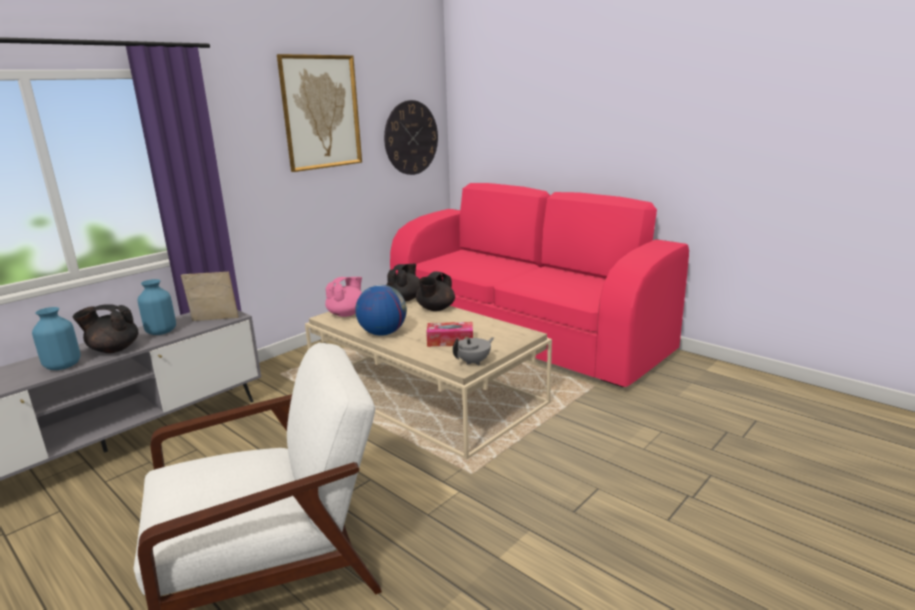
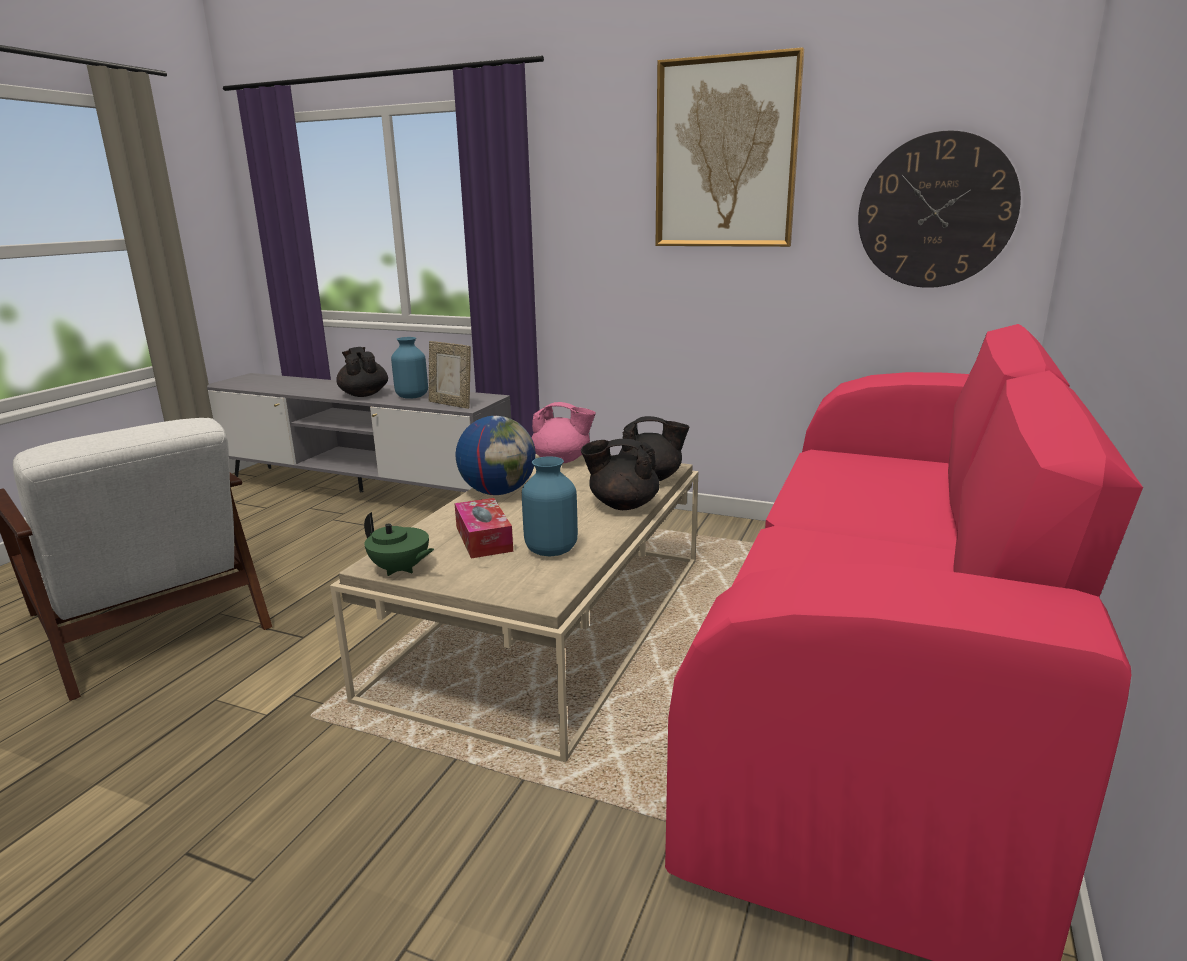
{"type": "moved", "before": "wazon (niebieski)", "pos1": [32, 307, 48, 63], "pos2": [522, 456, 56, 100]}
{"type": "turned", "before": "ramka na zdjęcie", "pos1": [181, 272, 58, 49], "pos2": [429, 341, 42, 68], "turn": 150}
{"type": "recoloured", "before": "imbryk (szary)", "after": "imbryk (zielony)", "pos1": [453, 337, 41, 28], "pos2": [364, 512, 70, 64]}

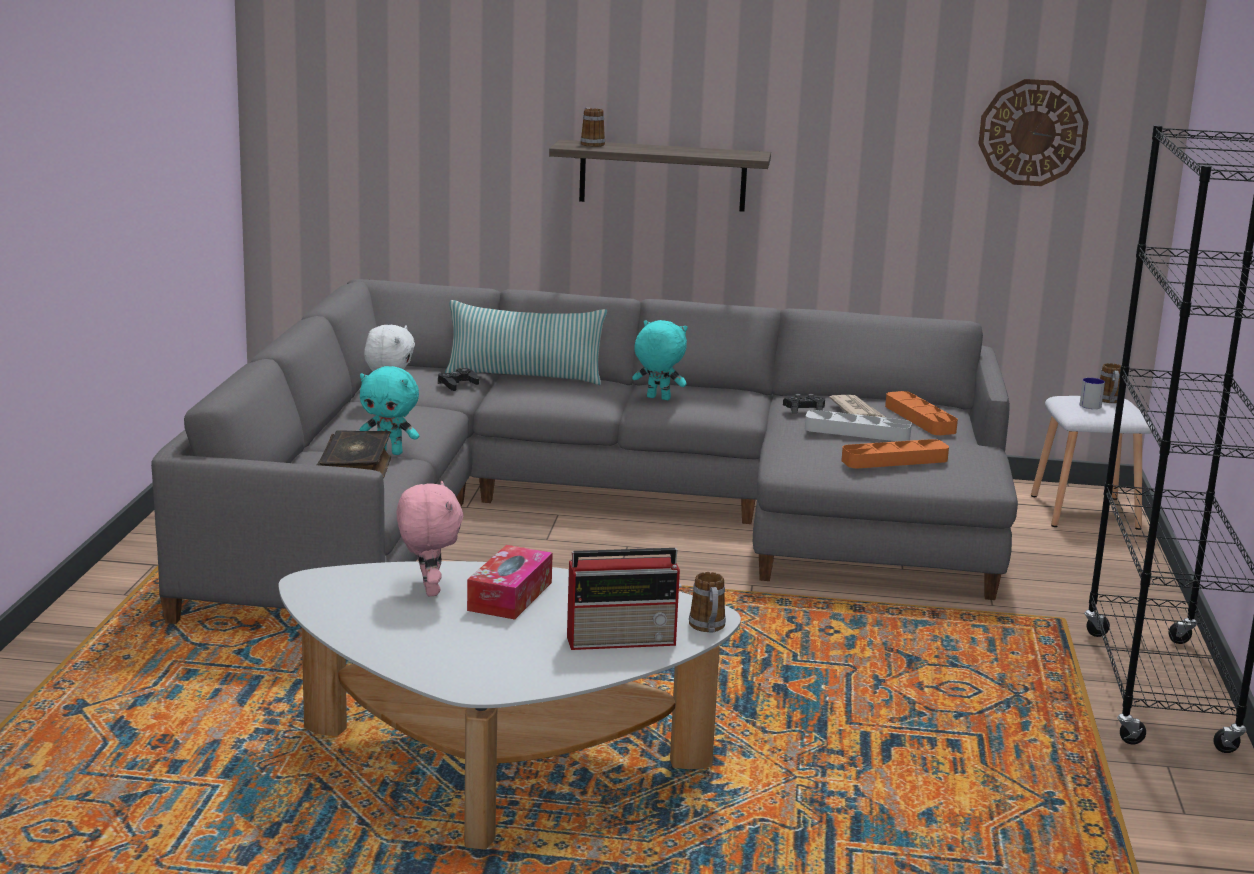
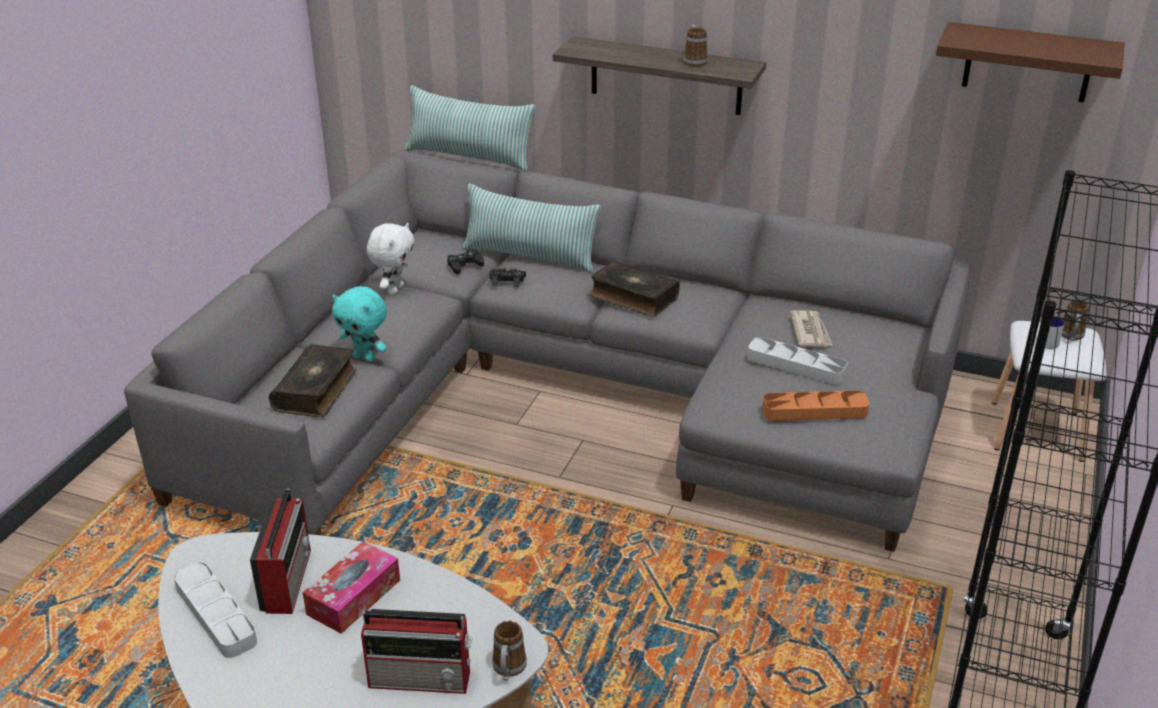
{"type": "replaced", "before": "pluszak (różowy)", "after": "radio", "pos1": [396, 481, 67, 115], "pos2": [250, 489, 61, 125]}
{"type": "moved", "before": "kubek", "pos1": [581, 108, 24, 39], "pos2": [683, 25, 25, 42]}
{"type": "replaced", "before": "pluszak (turkusowy)", "after": "książka", "pos1": [632, 320, 55, 80], "pos2": [590, 260, 90, 57]}
{"type": "moved", "before": "pad do gier (czarny)", "pos1": [783, 394, 42, 19], "pos2": [490, 267, 36, 20]}
{"type": "removed", "before": "taca (pomarańczowy)", "pos1": [885, 391, 73, 44]}
{"type": "replaced", "before": "zegar ścienny", "after": "półka (brązowy)", "pos1": [978, 79, 111, 107], "pos2": [936, 22, 189, 80]}
{"type": "added", "after": "taca (szary)", "pos2": [174, 562, 83, 96]}
{"type": "added", "after": "poduszka", "pos2": [405, 85, 131, 87]}

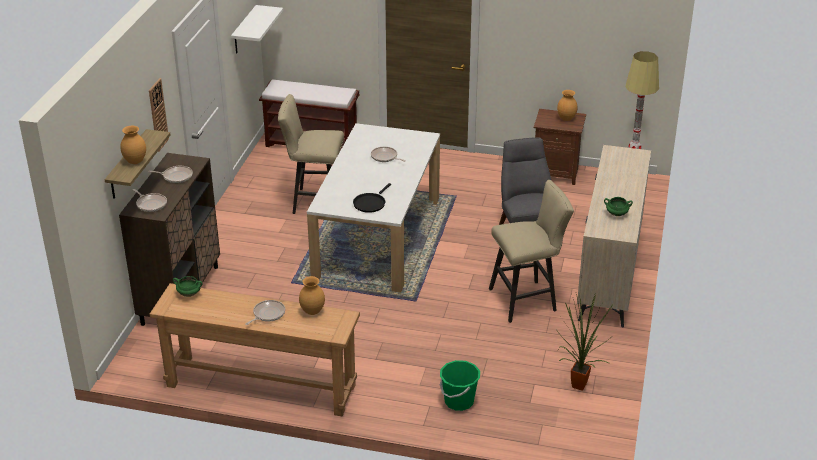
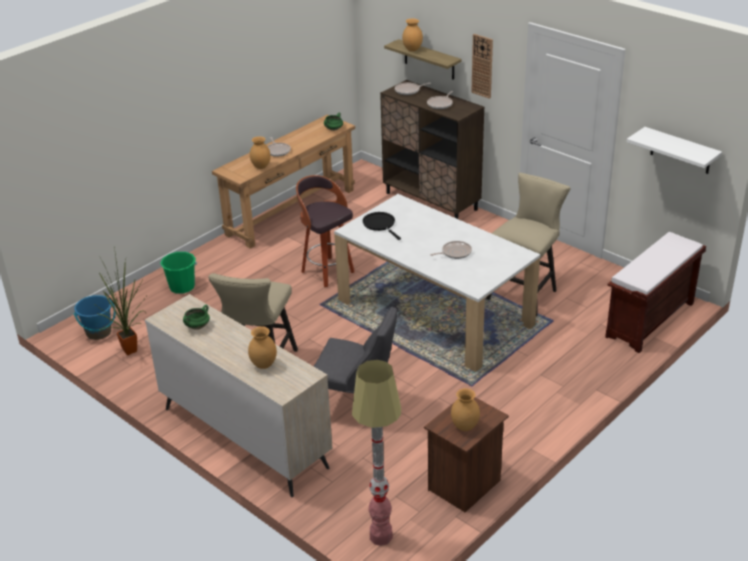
{"type": "added", "after": "wiadro (niebieski)", "pos2": [73, 295, 43, 45]}
{"type": "added", "after": "wazon (brązowy)", "pos2": [248, 326, 29, 43]}
{"type": "added", "after": "stołek", "pos2": [296, 175, 58, 112]}

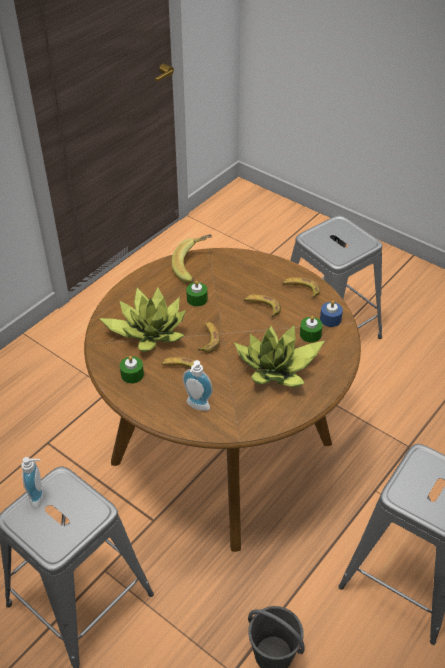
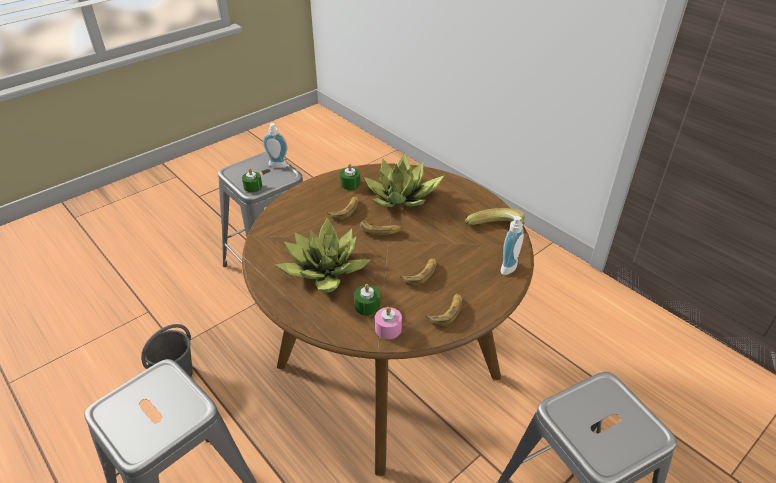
{"type": "moved", "before": "dozownik mydła", "pos1": [183, 360, 30, 51], "pos2": [501, 213, 23, 62]}
{"type": "moved", "before": "świeca (zielony)", "pos1": [186, 280, 22, 27], "pos2": [242, 168, 20, 24]}
{"type": "recoloured", "before": "świeca (niebieski)", "after": "świeca (różowy)", "pos1": [320, 301, 23, 26], "pos2": [375, 307, 27, 32]}

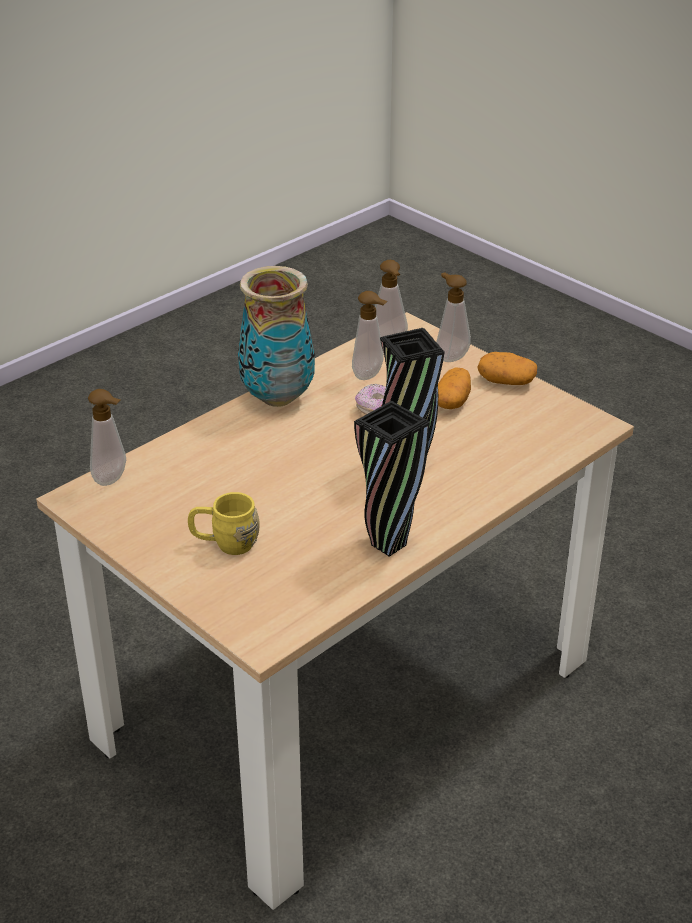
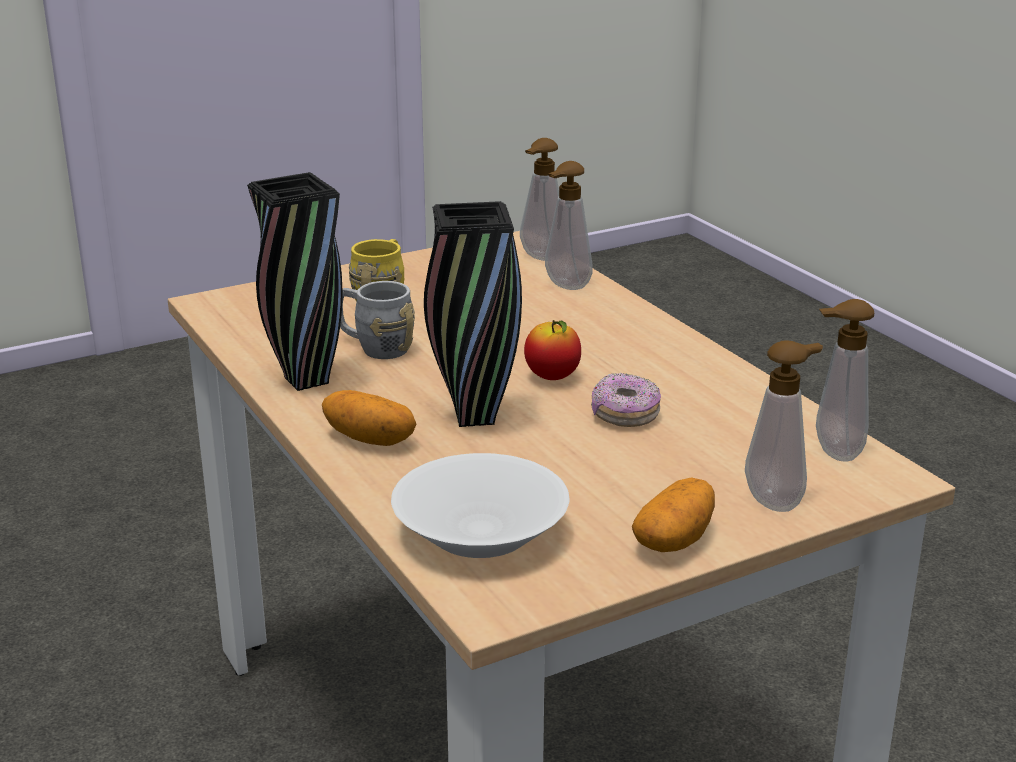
{"type": "removed", "before": "wazon", "pos1": [238, 266, 77, 141]}
{"type": "moved", "before": "dozownik mydła", "pos1": [352, 291, 35, 89], "pos2": [545, 161, 47, 129]}
{"type": "moved", "before": "ziemniak", "pos1": [438, 367, 33, 42], "pos2": [322, 390, 95, 56]}
{"type": "added", "after": "kubek (szary)", "pos2": [340, 281, 75, 78]}
{"type": "added", "after": "miska (biały)", "pos2": [391, 453, 178, 105]}
{"type": "added", "after": "jabłko", "pos2": [524, 320, 57, 60]}

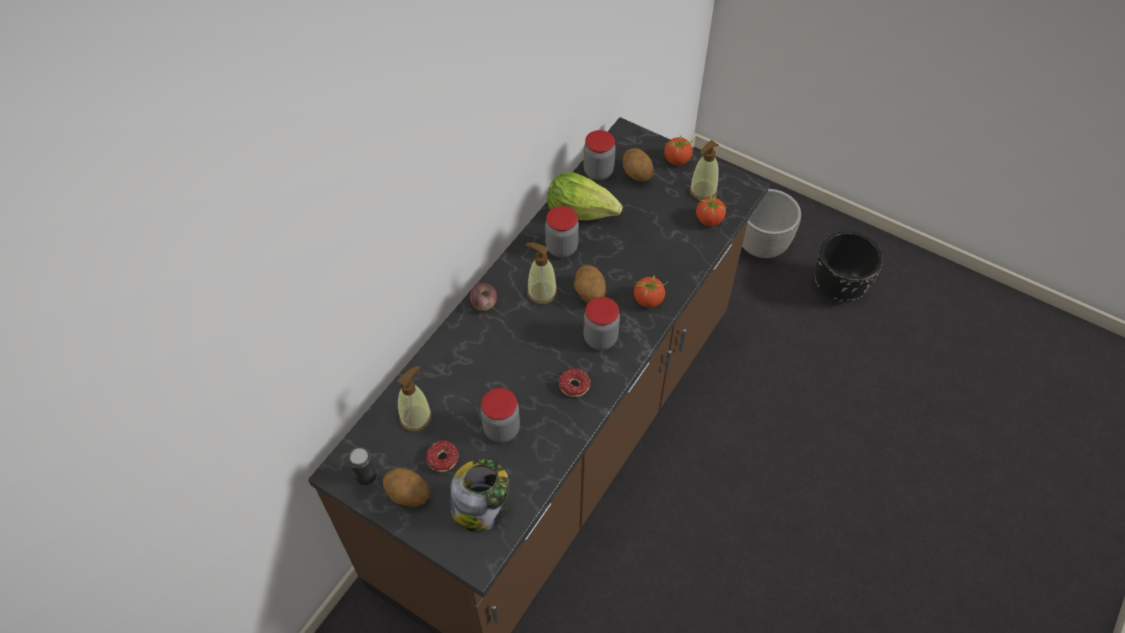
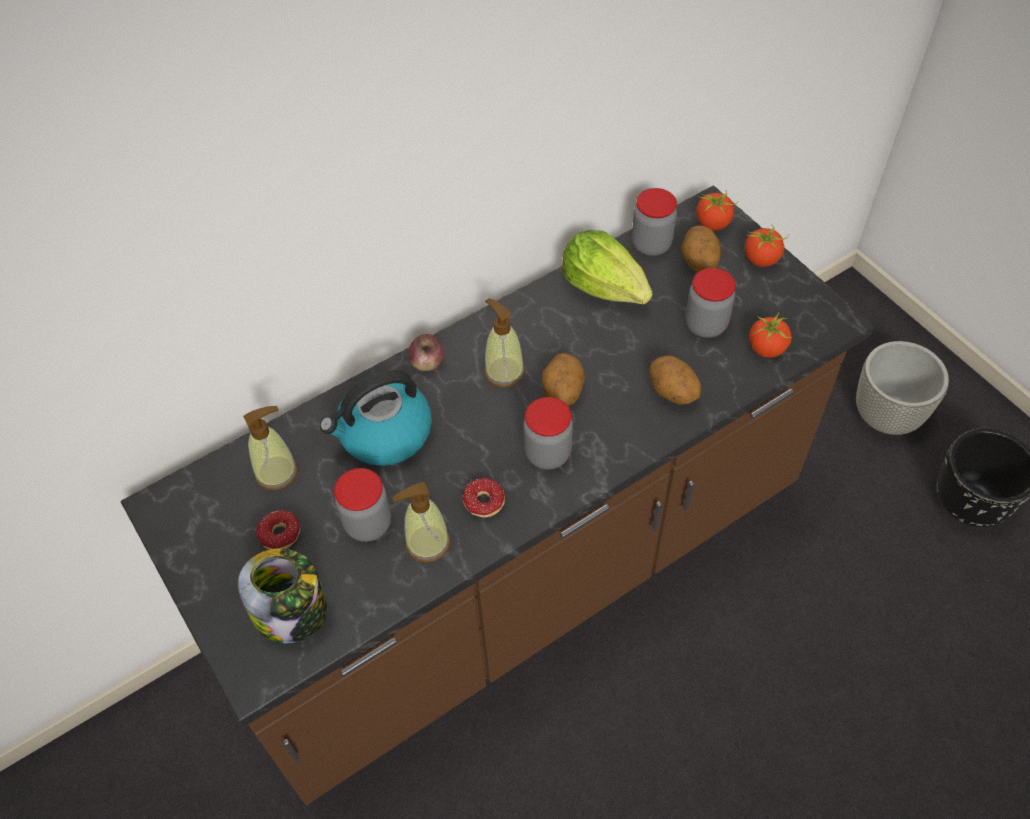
{"type": "removed", "before": "puszka", "pos1": [348, 447, 29, 38]}
{"type": "moved", "before": "ziemniak", "pos1": [383, 468, 47, 39], "pos2": [649, 355, 53, 50]}
{"type": "moved", "before": "słoik", "pos1": [545, 206, 34, 51], "pos2": [685, 268, 51, 70]}
{"type": "moved", "before": "pomidor", "pos1": [634, 273, 31, 35], "pos2": [696, 192, 43, 38]}
{"type": "moved", "before": "dozownik mydła", "pos1": [689, 140, 30, 61], "pos2": [392, 482, 59, 81]}
{"type": "added", "after": "czajnik", "pos2": [320, 370, 112, 96]}

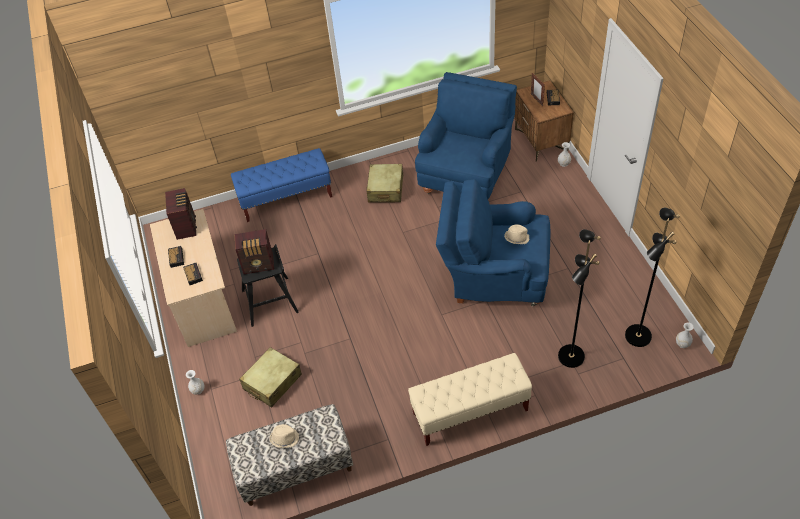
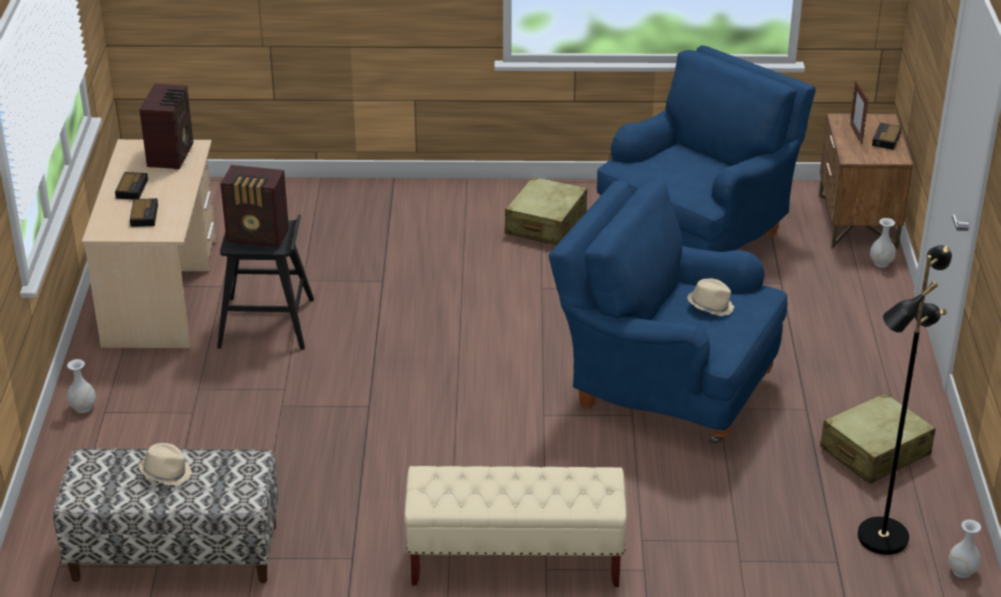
{"type": "removed", "before": "ławka (niebieski)", "pos1": [231, 148, 101, 74]}
{"type": "moved", "before": "walizka (beżowy)", "pos1": [239, 347, 63, 60], "pos2": [820, 392, 116, 92]}
{"type": "removed", "before": "lampa stojąca (czarny)", "pos1": [558, 229, 43, 139]}

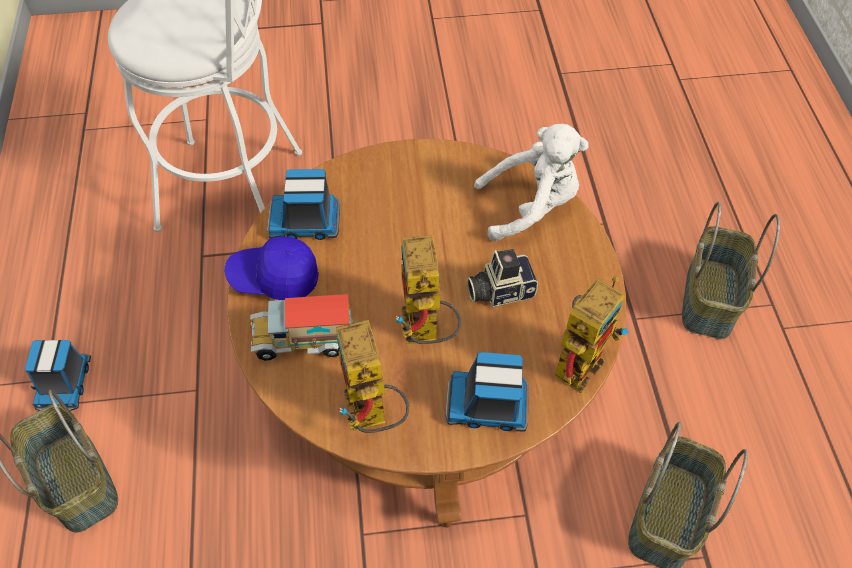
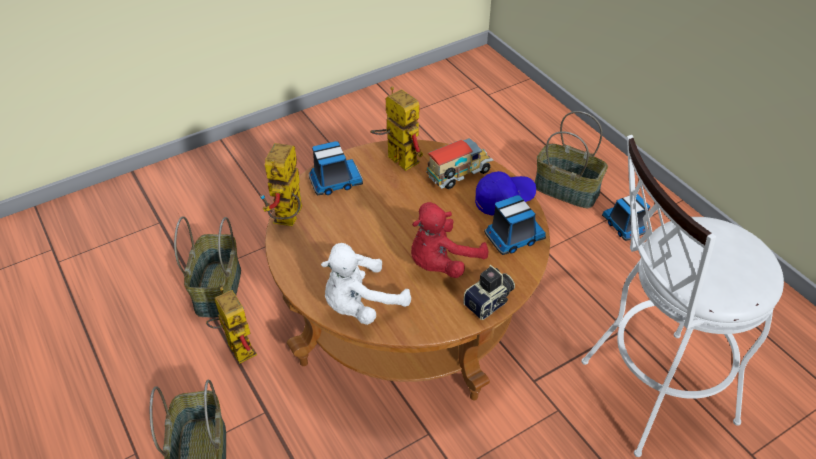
{"type": "moved", "before": "robot zabawkowy", "pos1": [396, 235, 65, 109], "pos2": [206, 287, 51, 77]}
{"type": "moved", "before": "aparat fotograficzny", "pos1": [467, 249, 71, 58], "pos2": [463, 265, 52, 55]}
{"type": "added", "after": "pluszak (czerwony)", "pos2": [411, 202, 77, 76]}

